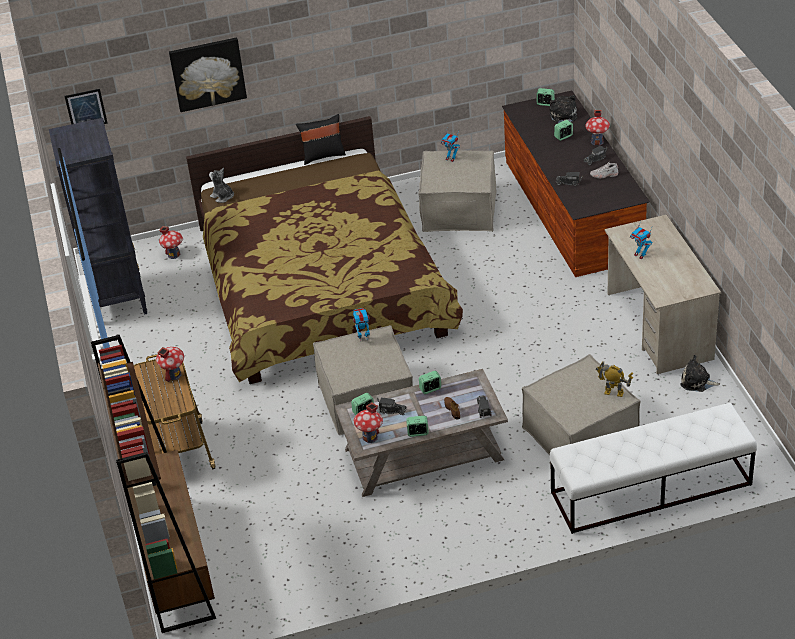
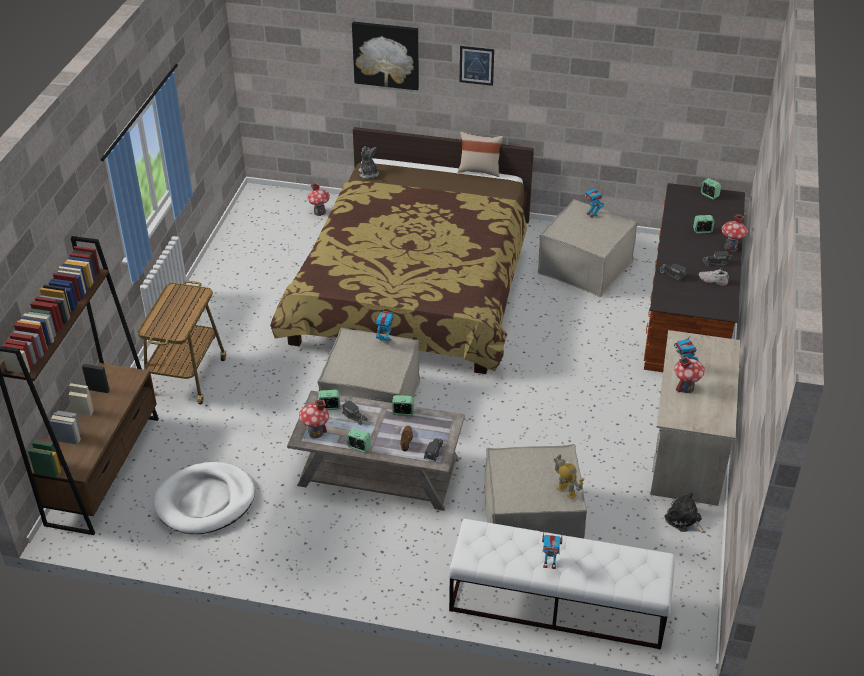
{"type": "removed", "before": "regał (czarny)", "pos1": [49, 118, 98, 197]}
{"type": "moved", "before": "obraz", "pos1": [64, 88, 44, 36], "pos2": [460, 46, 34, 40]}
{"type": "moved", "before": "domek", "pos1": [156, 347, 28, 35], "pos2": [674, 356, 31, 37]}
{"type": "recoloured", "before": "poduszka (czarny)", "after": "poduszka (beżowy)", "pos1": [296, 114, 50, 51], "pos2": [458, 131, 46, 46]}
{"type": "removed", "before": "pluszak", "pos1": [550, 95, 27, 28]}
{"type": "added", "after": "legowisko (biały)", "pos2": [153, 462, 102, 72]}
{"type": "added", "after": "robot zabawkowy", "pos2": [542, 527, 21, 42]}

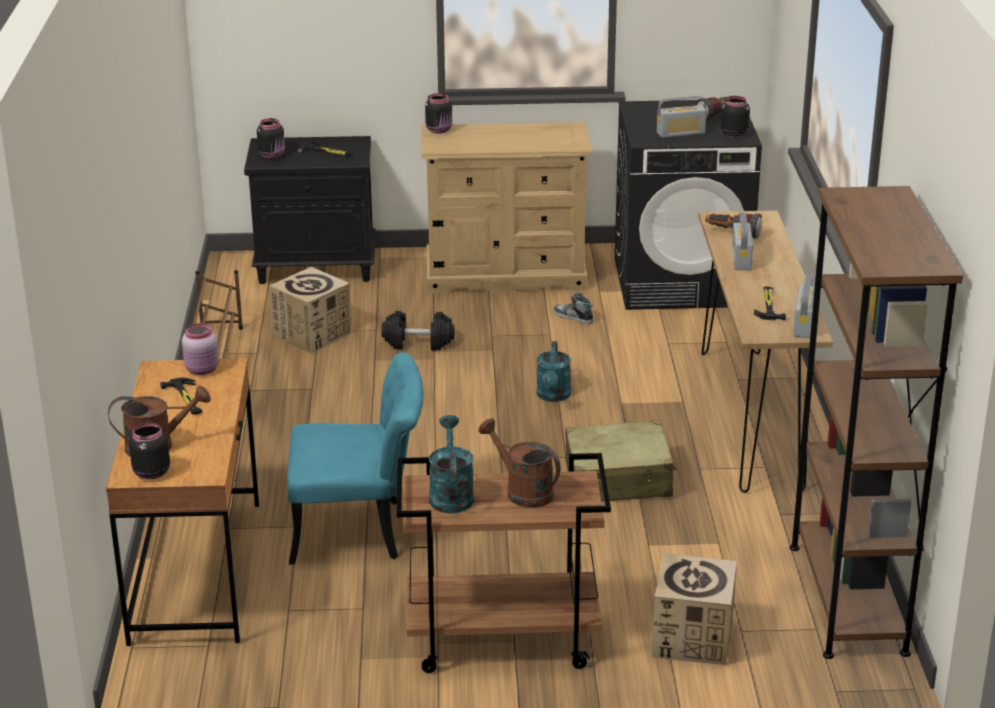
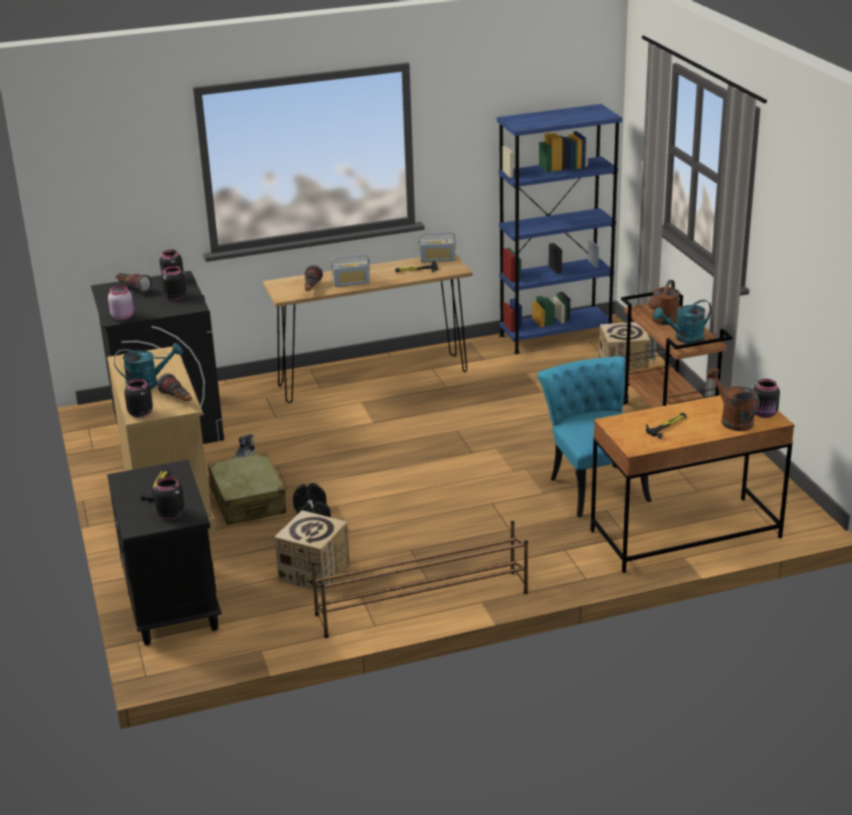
{"type": "moved", "before": "słoik (różowy)", "pos1": [182, 323, 37, 52], "pos2": [108, 285, 26, 36]}
{"type": "moved", "before": "konewka (turkusowy)", "pos1": [536, 341, 35, 61], "pos2": [114, 343, 69, 46]}
{"type": "moved", "before": "walizka (beżowy)", "pos1": [565, 420, 112, 82], "pos2": [208, 452, 79, 73]}
{"type": "replaced", "before": "radio", "after": "słoik (czarny)", "pos1": [657, 96, 50, 42], "pos2": [162, 266, 24, 34]}
{"type": "recoloured", "before": "regał (brązowy)", "after": "regał (niebieski)", "pos1": [789, 186, 174, 473], "pos2": [497, 104, 125, 250]}
{"type": "added", "after": "latarka", "pos2": [157, 373, 35, 28]}

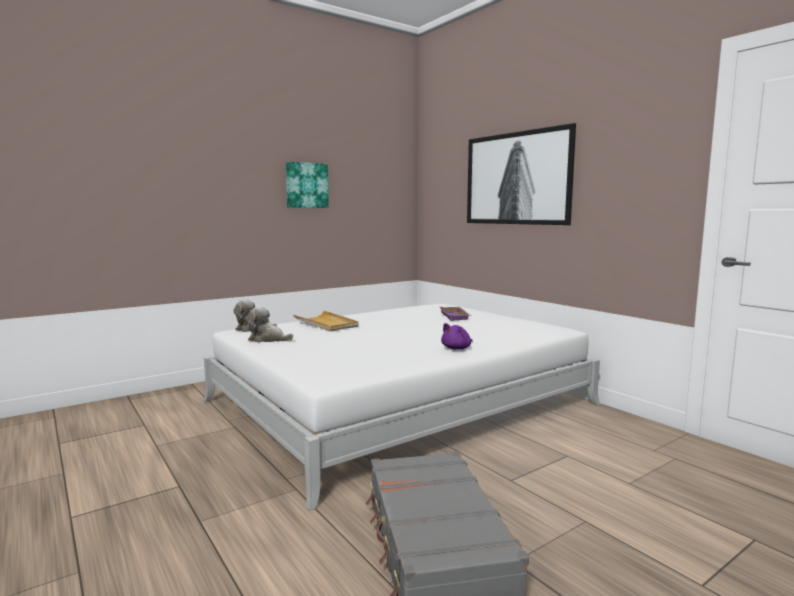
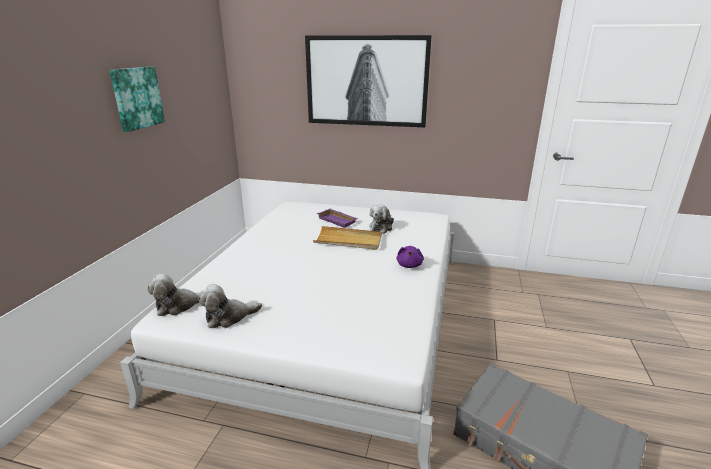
{"type": "moved", "before": "taca (beżowy)", "pos1": [293, 311, 66, 20], "pos2": [313, 226, 69, 24]}
{"type": "added", "after": "pluszak", "pos2": [369, 204, 25, 30]}

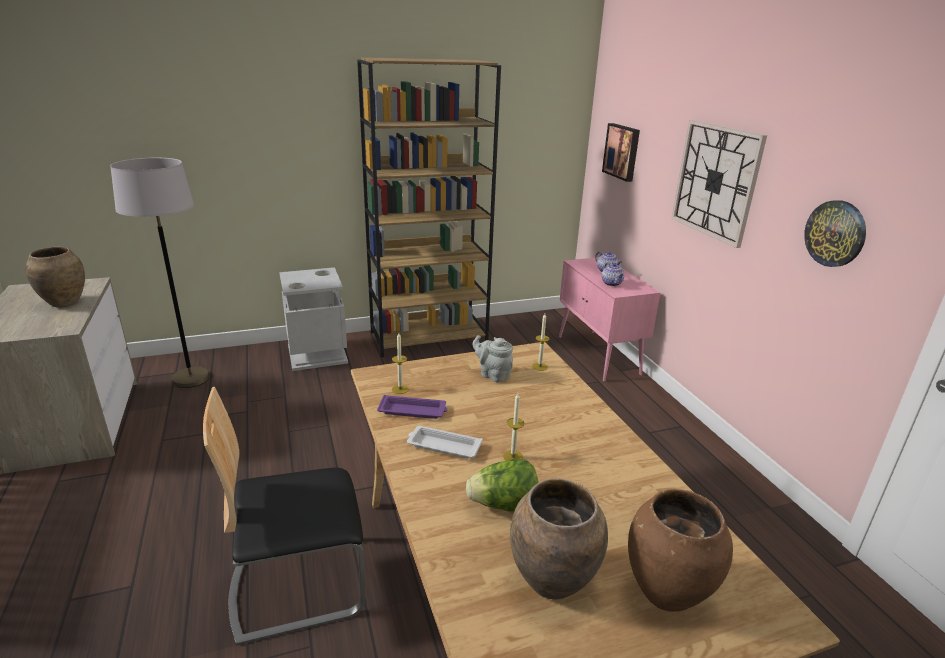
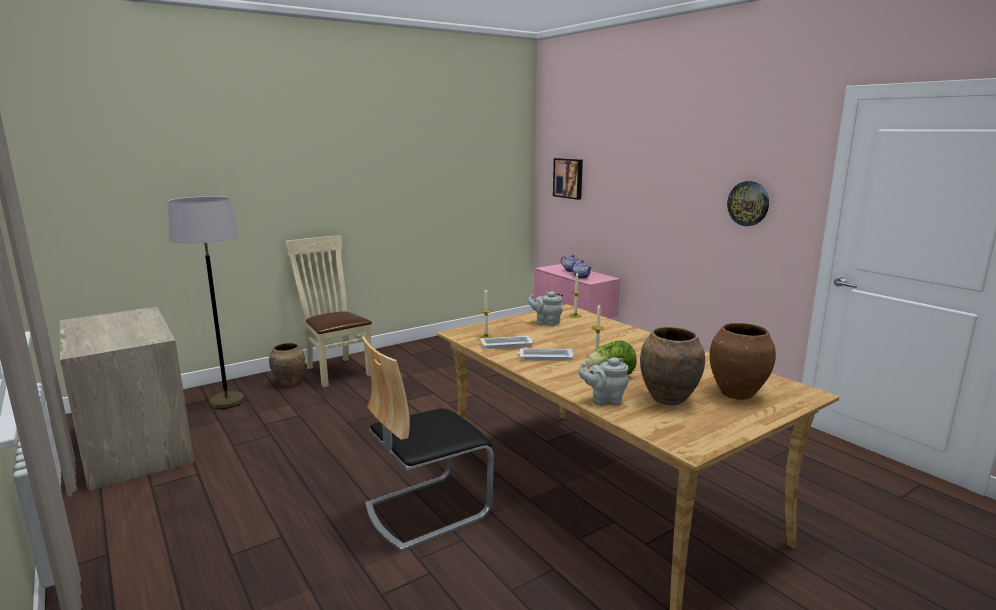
{"type": "moved", "before": "wazon (brązowy)", "pos1": [25, 247, 60, 60], "pos2": [269, 343, 36, 43]}
{"type": "replaced", "before": "kosz na śmieci (szary)", "after": "krzesło (beżowy)", "pos1": [279, 267, 69, 104], "pos2": [285, 235, 87, 152]}
{"type": "removed", "before": "regał (brązowy)", "pos1": [357, 57, 144, 300]}
{"type": "recoloured", "before": "taca (fioletowy)", "after": "taca (biały)", "pos1": [377, 395, 71, 24], "pos2": [480, 336, 53, 13]}
{"type": "removed", "before": "zegar ścienny", "pos1": [671, 120, 96, 128]}
{"type": "added", "after": "imbryk (szary)", "pos2": [578, 357, 51, 49]}

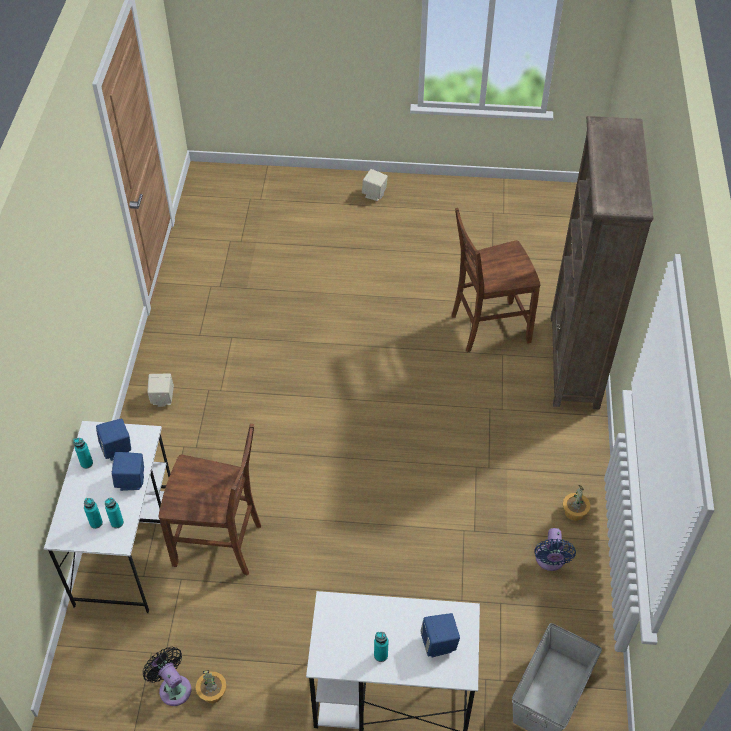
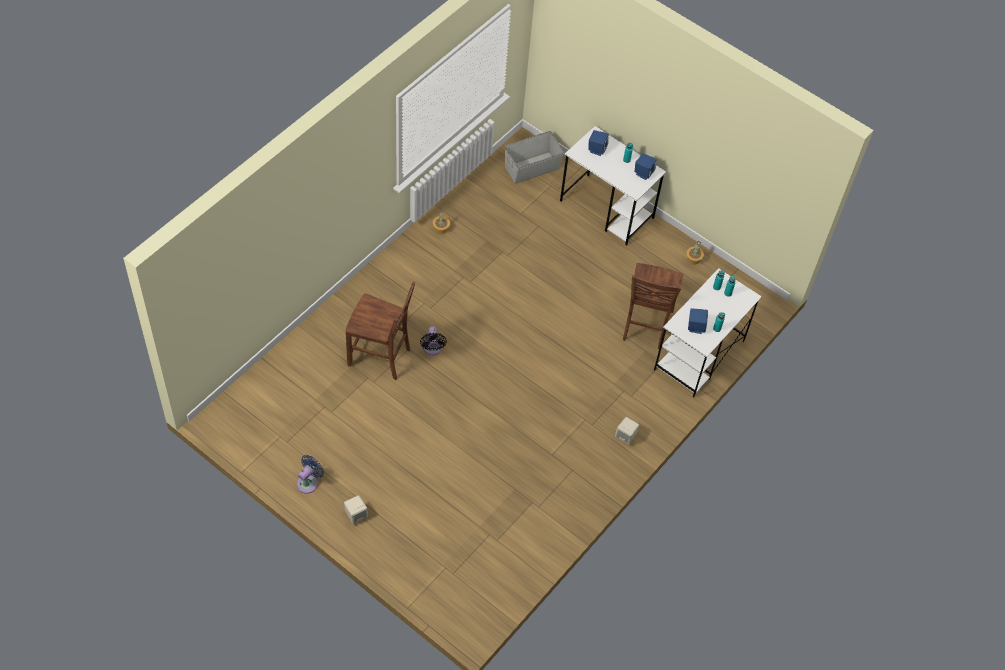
{"type": "moved", "before": "głośnik (niebieski)", "pos1": [111, 452, 33, 39], "pos2": [635, 153, 22, 27]}
{"type": "moved", "before": "wentylator (czarny)", "pos1": [143, 647, 48, 59], "pos2": [420, 326, 27, 29]}
{"type": "turned", "before": "krzesło (brązowy)", "pos1": [158, 424, 103, 151], "pos2": [623, 263, 60, 86], "turn": -120}
{"type": "moved", "before": "wentylator (niebieski)", "pos1": [535, 528, 41, 43], "pos2": [297, 455, 27, 39]}
{"type": "removed", "before": "regał (brązowy)", "pos1": [551, 116, 102, 293]}

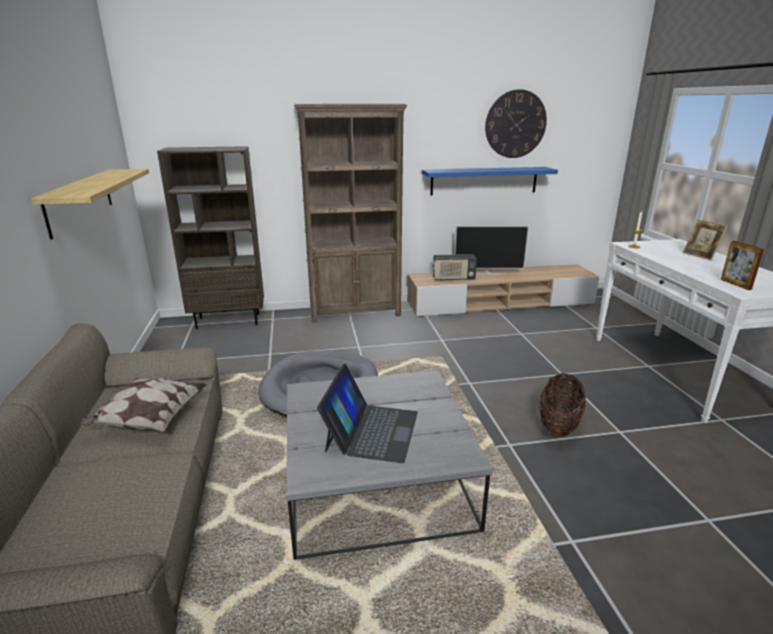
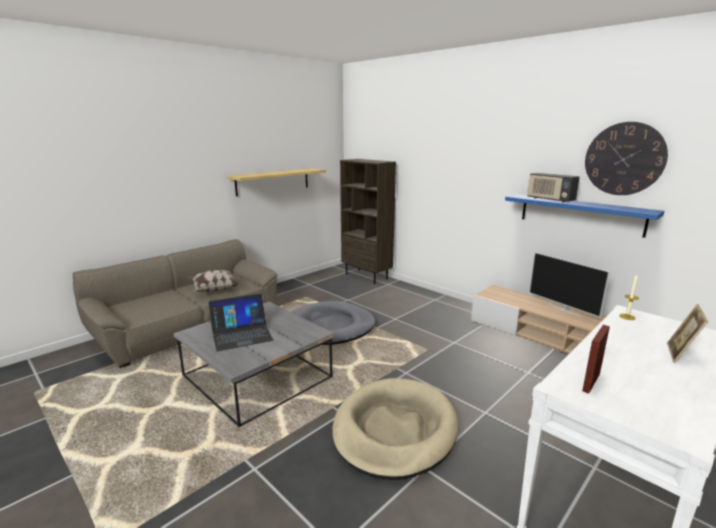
{"type": "removed", "before": "regał (brązowy)", "pos1": [294, 104, 113, 218]}
{"type": "moved", "before": "radio", "pos1": [433, 254, 44, 27], "pos2": [527, 173, 53, 30]}
{"type": "replaced", "before": "koszyk", "after": "legowisko (beżowy)", "pos1": [540, 373, 46, 64], "pos2": [332, 378, 126, 102]}

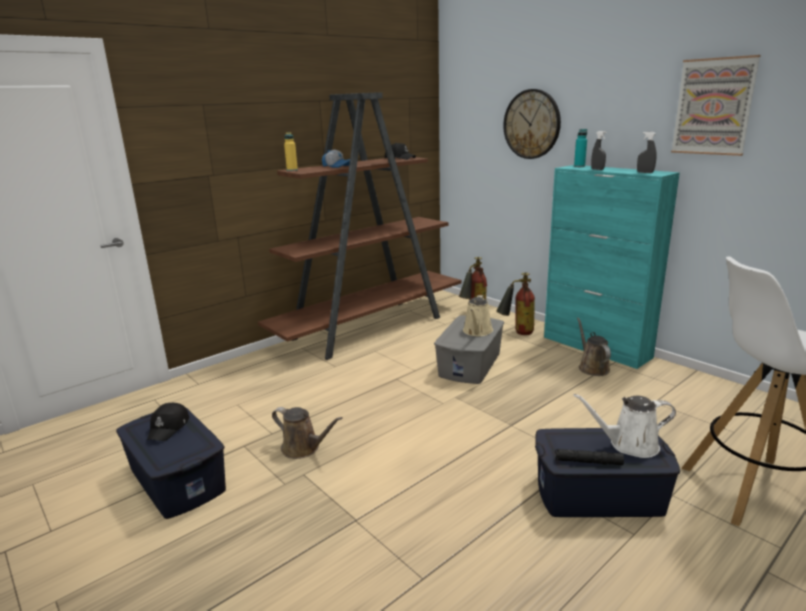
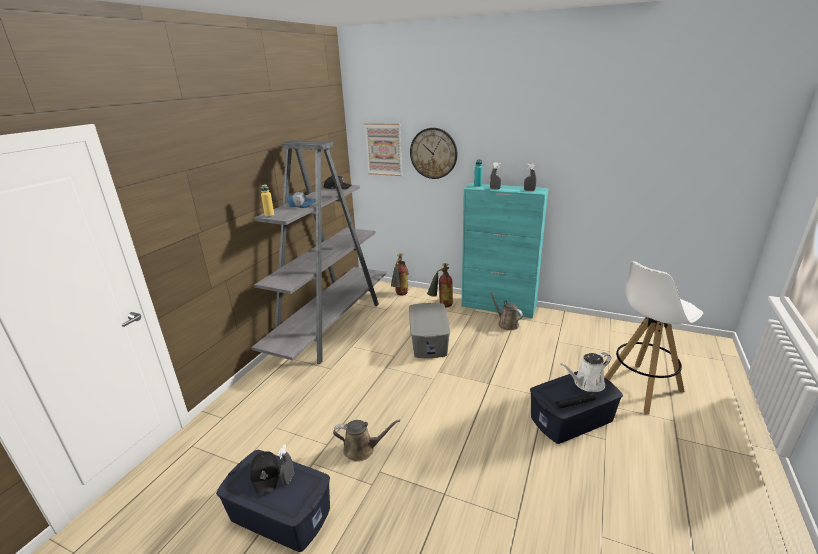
{"type": "recoloured", "before": "regał (brązowy)", "after": "regał (szary)", "pos1": [258, 92, 204, 268], "pos2": [251, 140, 135, 224]}
{"type": "removed", "before": "konewka (beżowy)", "pos1": [463, 295, 30, 41]}
{"type": "moved", "before": "obraz", "pos1": [671, 55, 90, 101], "pos2": [364, 123, 39, 53]}
{"type": "added", "after": "spryskiwacz (szary)", "pos2": [278, 444, 16, 41]}

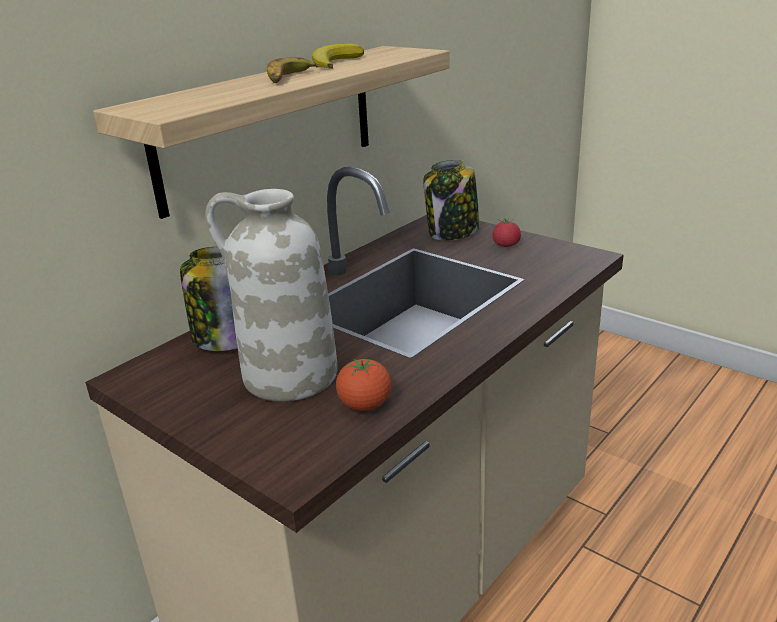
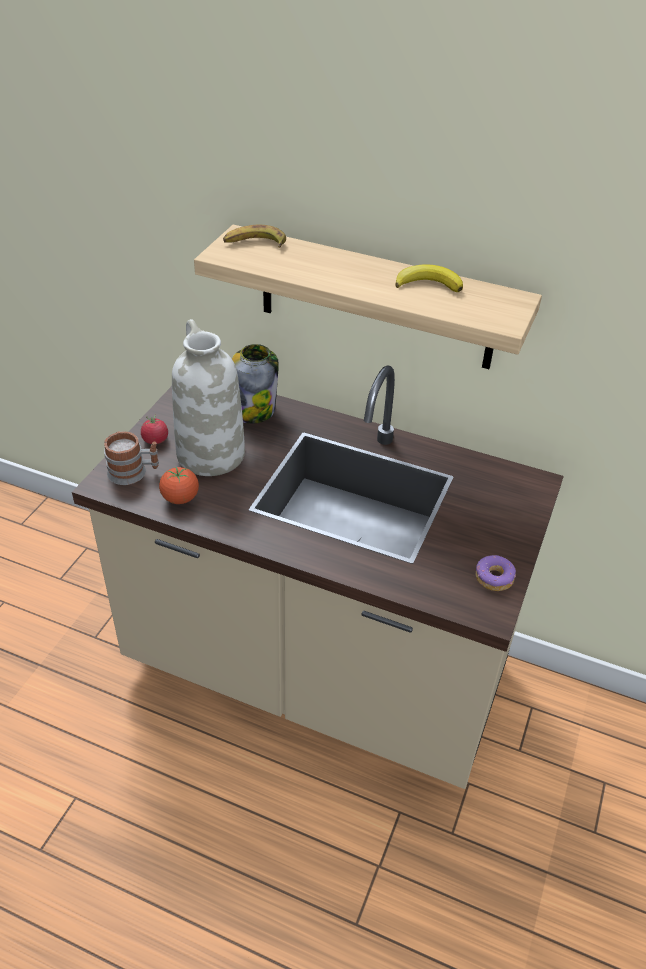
{"type": "moved", "before": "banan", "pos1": [267, 57, 51, 26], "pos2": [223, 225, 63, 23]}
{"type": "removed", "before": "słoik", "pos1": [424, 160, 56, 80]}
{"type": "moved", "before": "pomidor", "pos1": [492, 217, 29, 30], "pos2": [141, 414, 27, 30]}
{"type": "added", "after": "kubek", "pos2": [104, 431, 55, 54]}
{"type": "added", "after": "donut", "pos2": [476, 555, 40, 36]}

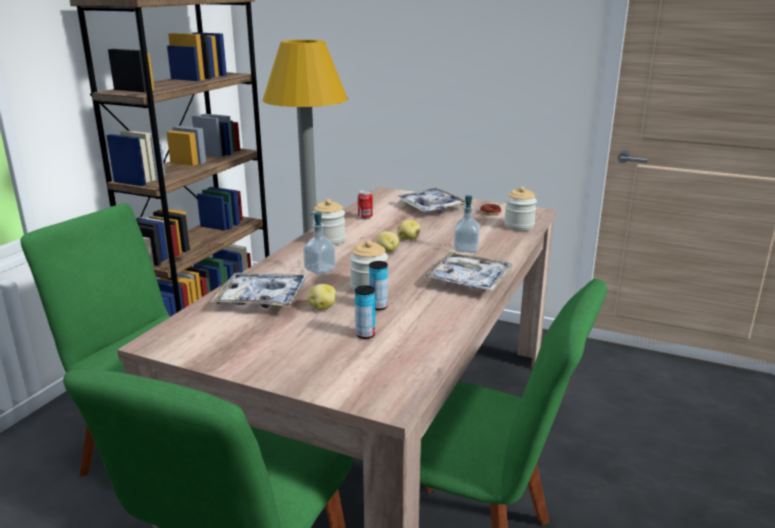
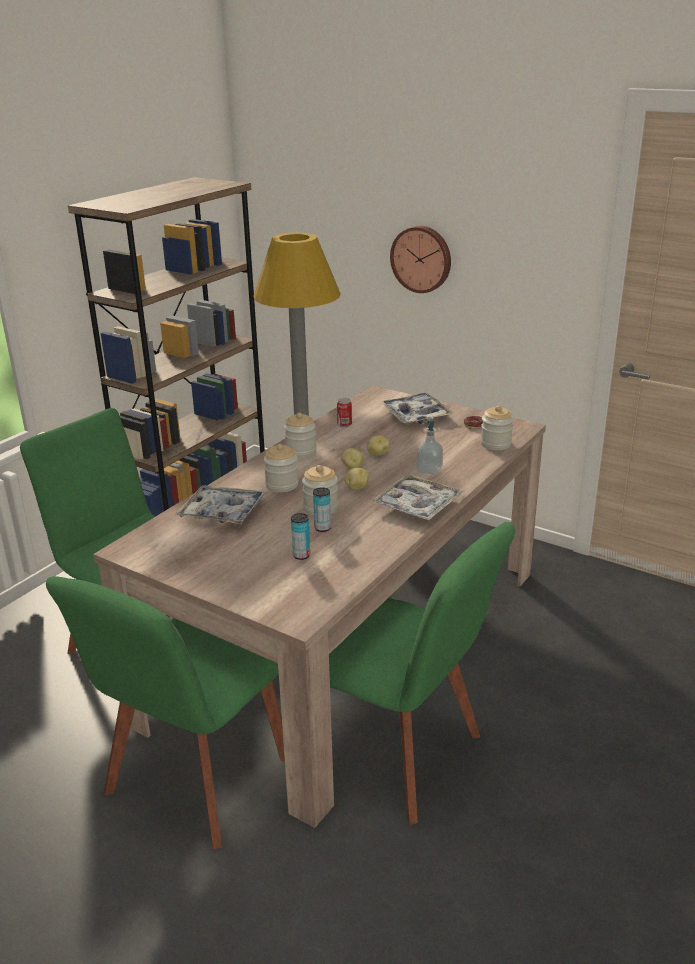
{"type": "replaced", "before": "dozownik mydła", "after": "słoik", "pos1": [303, 212, 33, 63], "pos2": [264, 444, 35, 48]}
{"type": "moved", "before": "ziemniak", "pos1": [307, 284, 29, 26], "pos2": [345, 468, 24, 22]}
{"type": "added", "after": "zegar ścienny", "pos2": [390, 226, 61, 67]}

